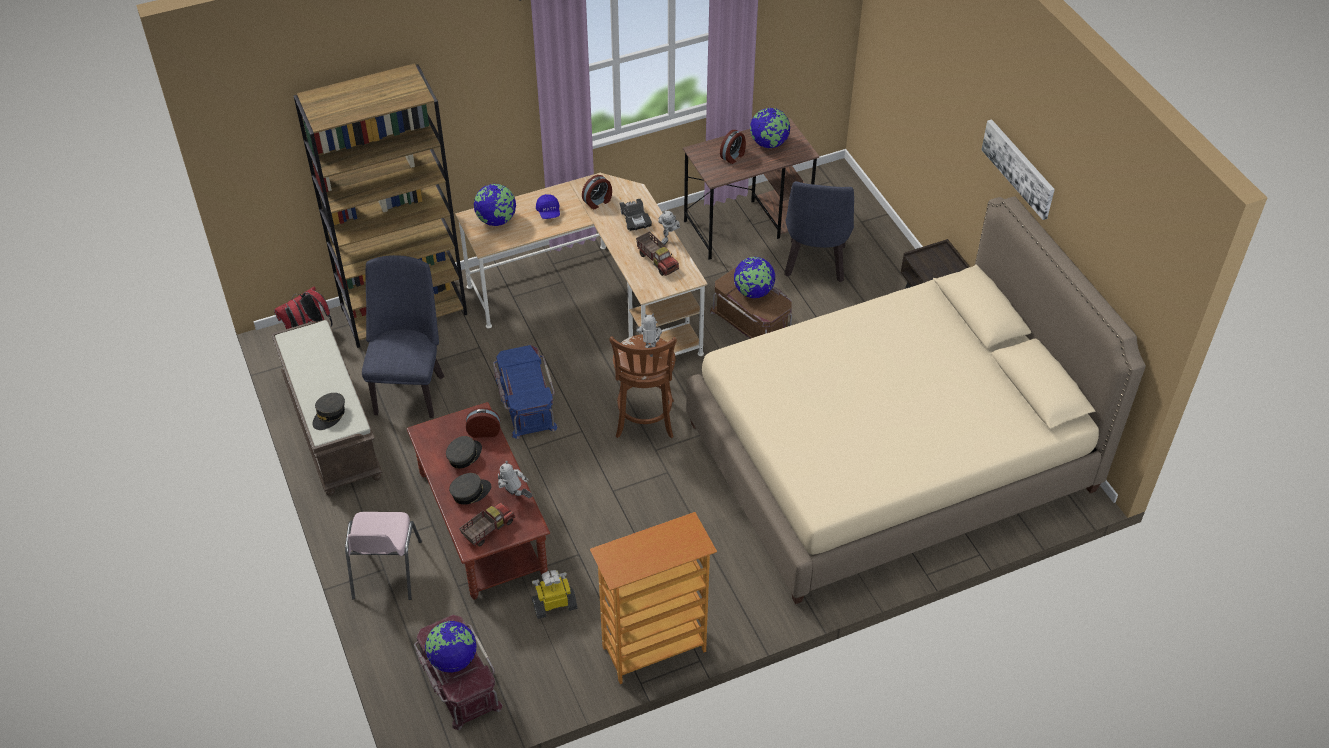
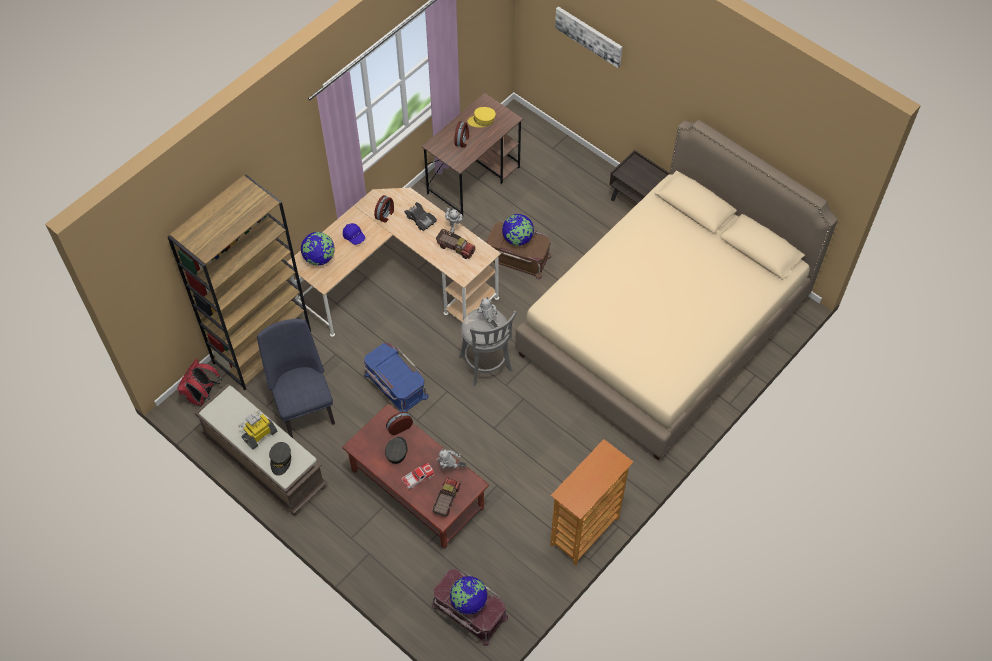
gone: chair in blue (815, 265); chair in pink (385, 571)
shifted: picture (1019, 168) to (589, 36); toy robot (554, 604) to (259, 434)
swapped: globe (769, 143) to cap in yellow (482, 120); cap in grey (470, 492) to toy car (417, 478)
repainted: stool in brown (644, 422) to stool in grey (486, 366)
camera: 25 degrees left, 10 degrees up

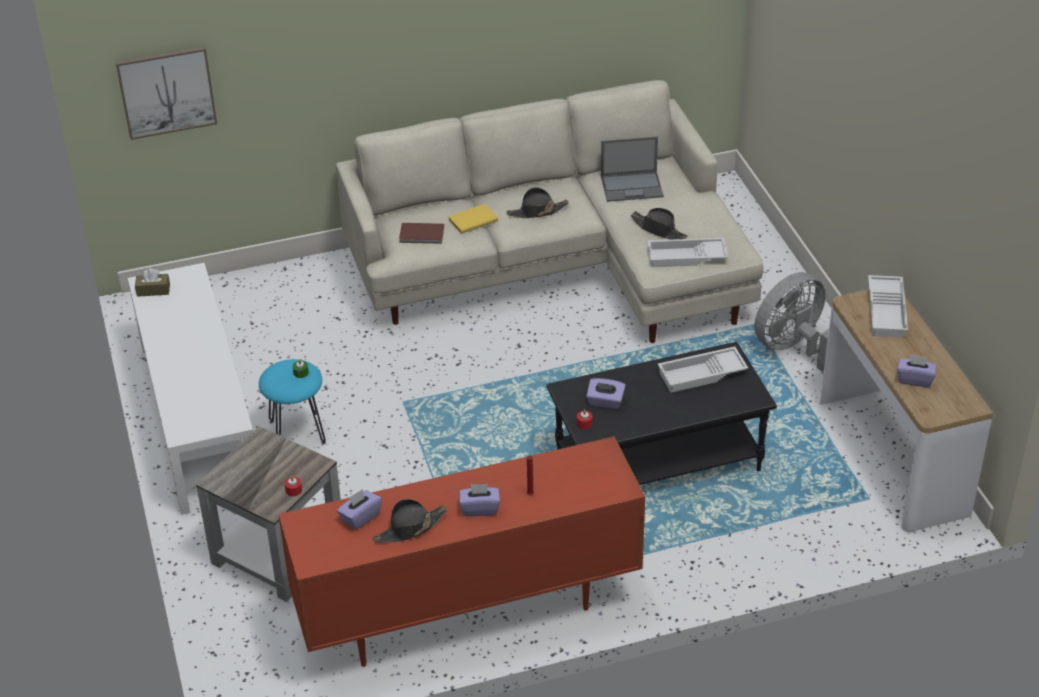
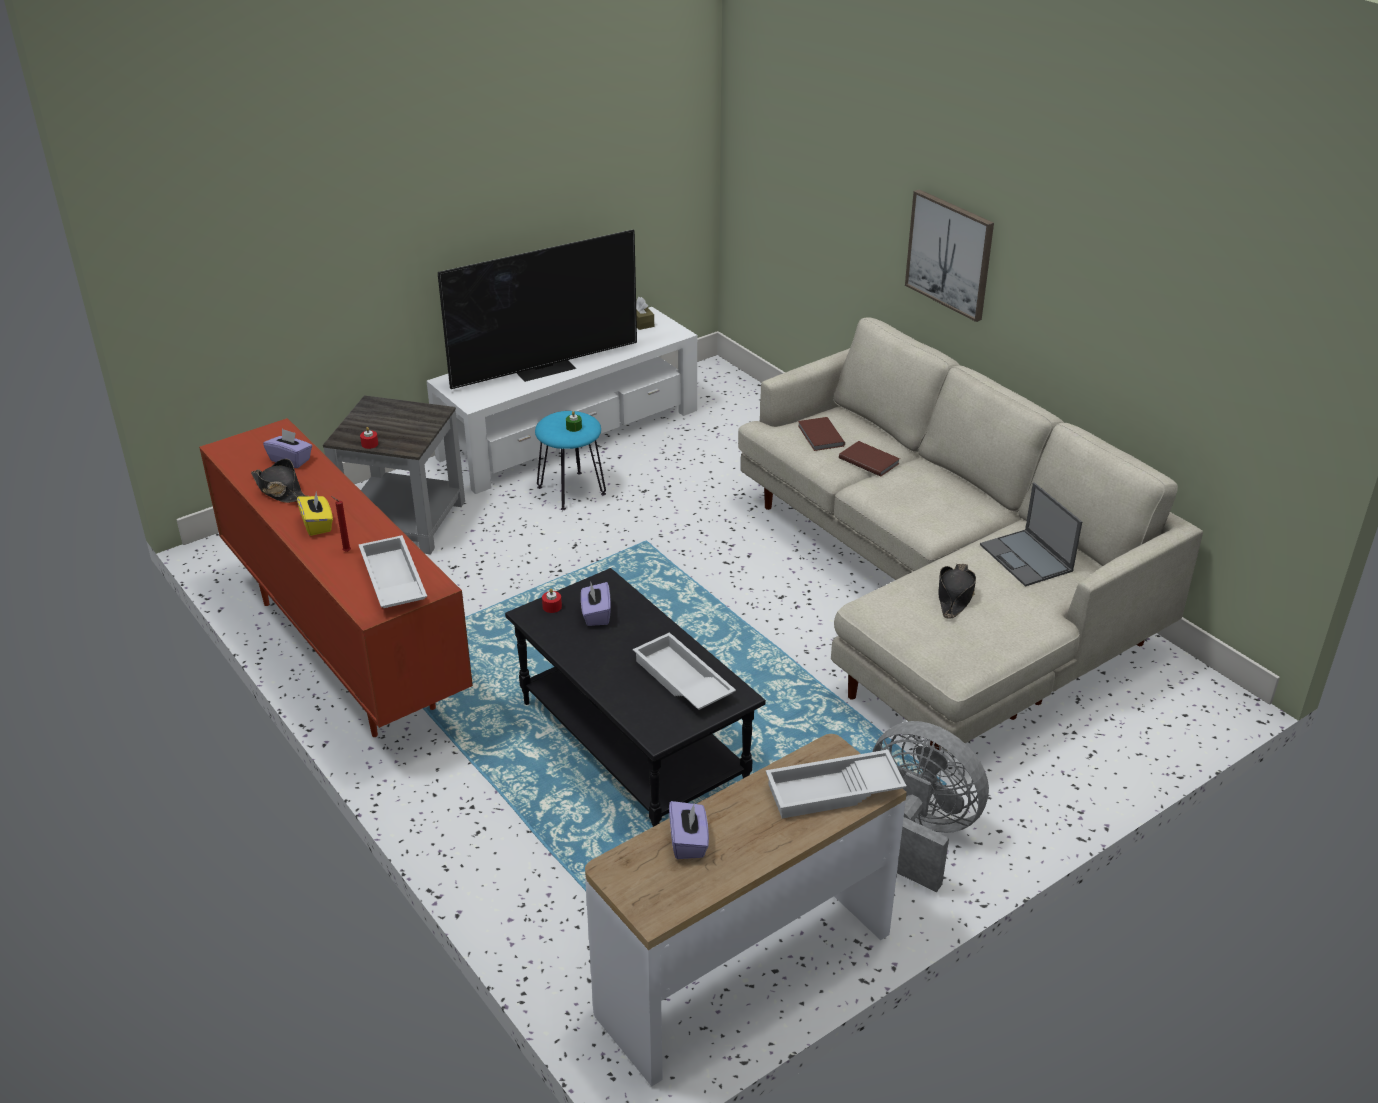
gone: hat in black (537, 211)
new: television (545, 368)
shifted: picture (166, 91) to (950, 254); tray in white (686, 257) to (391, 581)
repainted: book in yellow (472, 220) to book in brown (869, 460); tissue box in purple (480, 508) to tissue box in yellow (317, 525)
camera: 70 degrees right, 5 degrees down

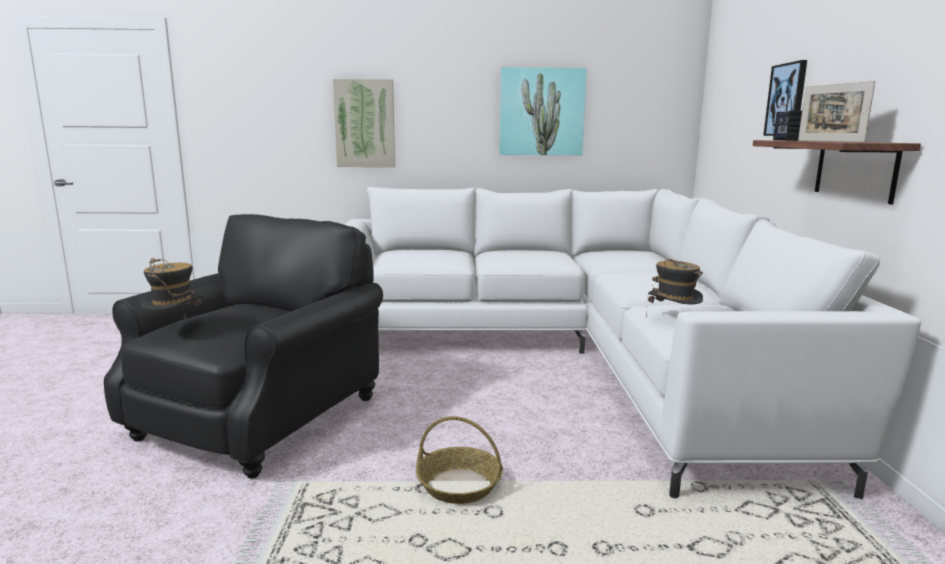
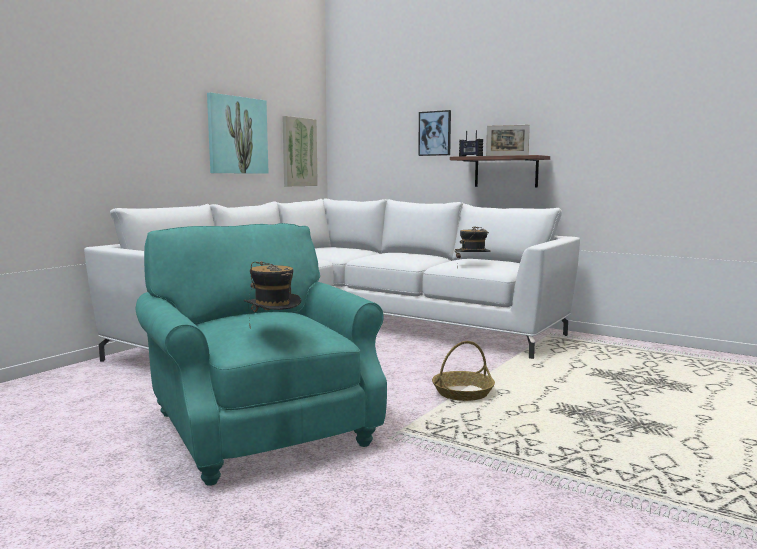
shifted: picture (365, 123) to (299, 152)
repainted: armchair in black (260, 417) to armchair in turquoise (260, 429)
camera: 55 degrees left, 5 degrees down

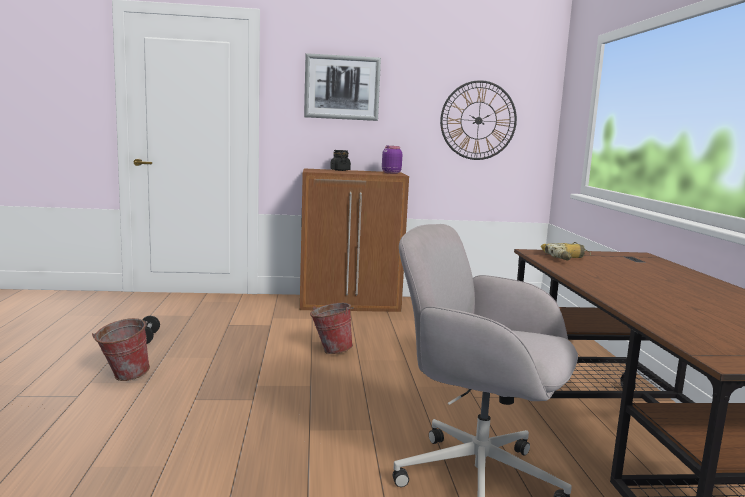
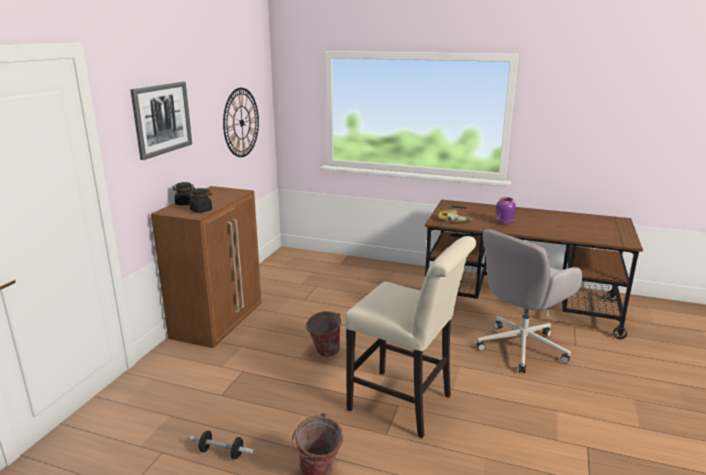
new: jar in black (201, 210); stool in beige (405, 405)
shifted: jar in purple (390, 173) to (503, 223)
camera: 65 degrees left, 10 degrees up

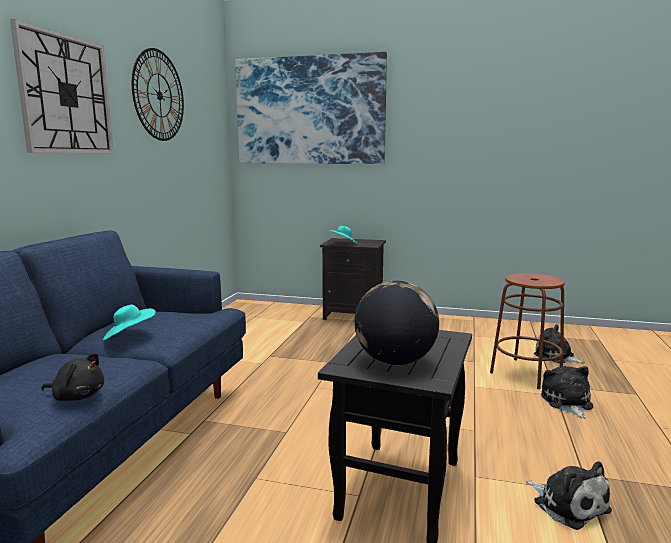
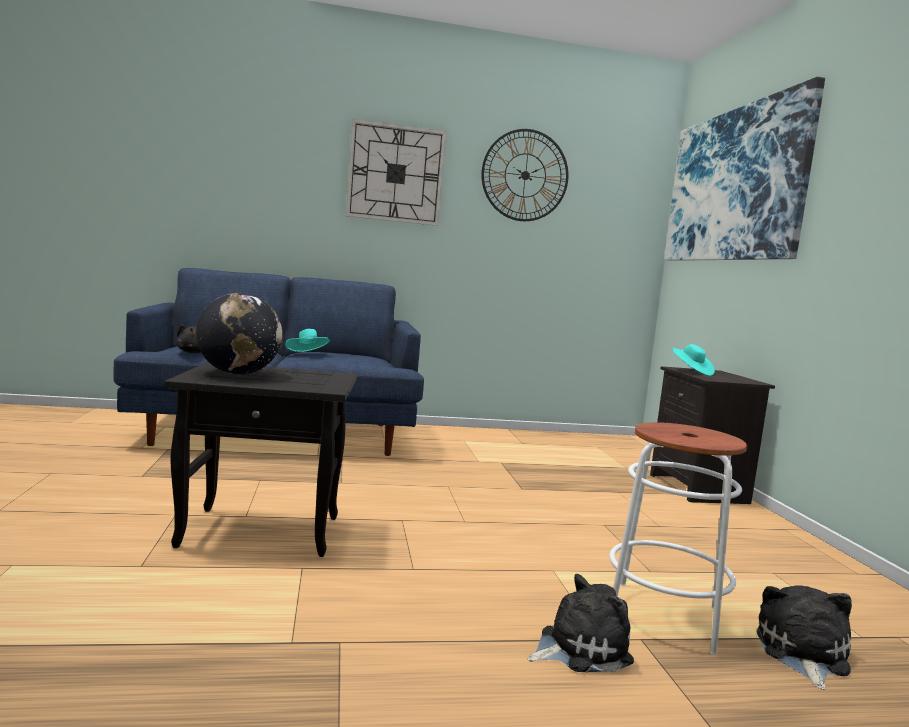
gone: plush toy (568, 504)
repainted: stool in brown (526, 373) to stool in white (664, 615)
camera: 65 degrees right, 5 degrees down

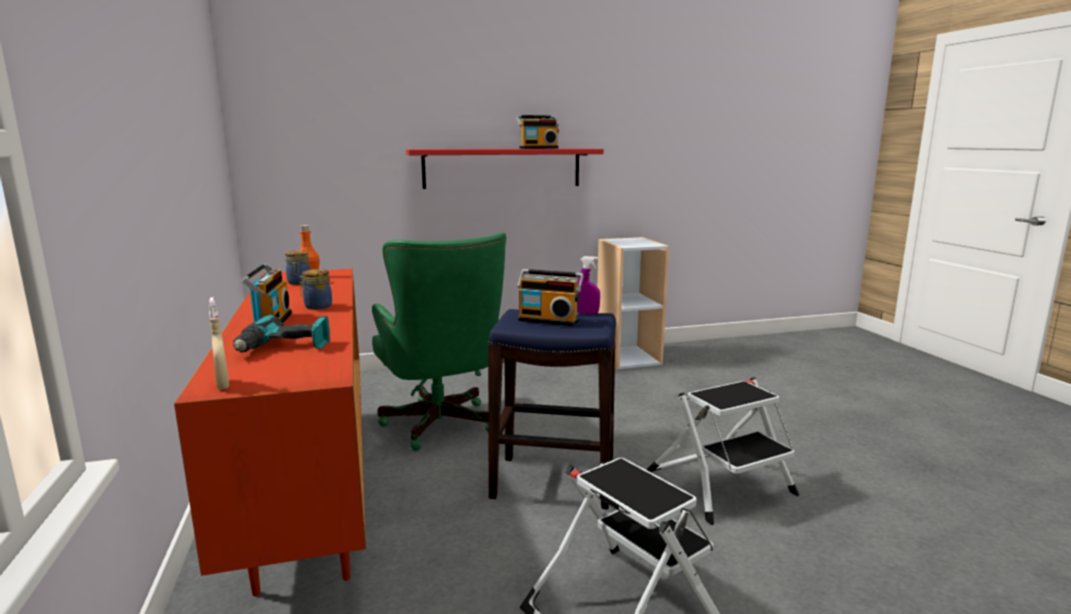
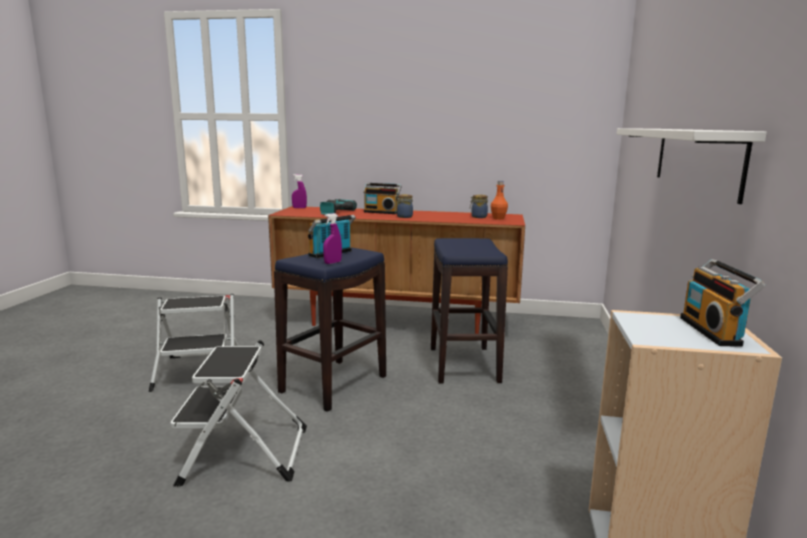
shifted: radio (538, 148) to (713, 331)
swapped: office chair in green (442, 426) to stool (463, 365)
repainted: shelf in red (502, 168) to shelf in white (695, 159); spray bottle in beige (223, 385) to spray bottle in purple (299, 208)
camera: 115 degrees right, 0 degrees up

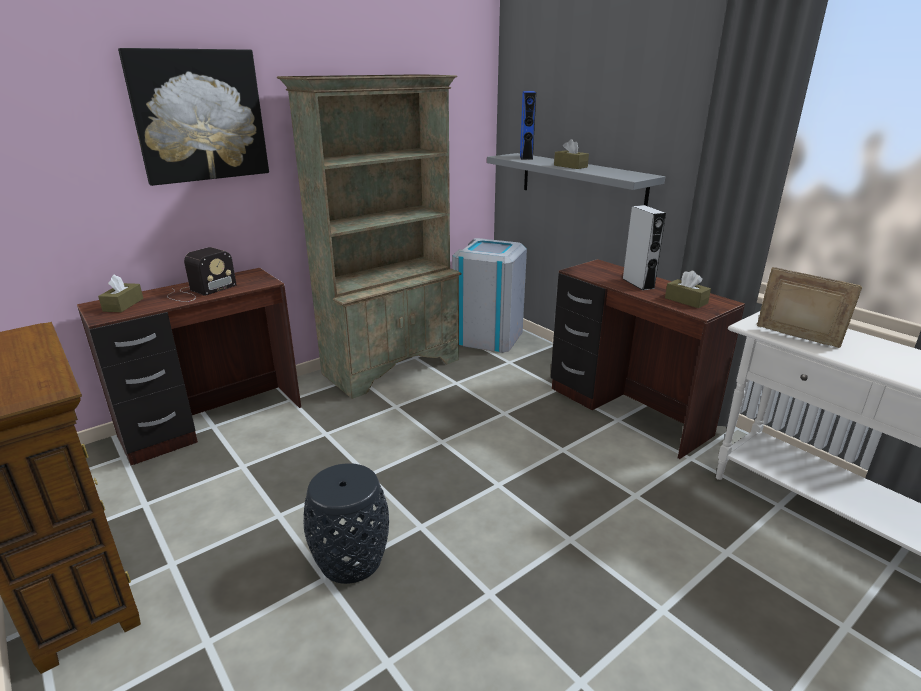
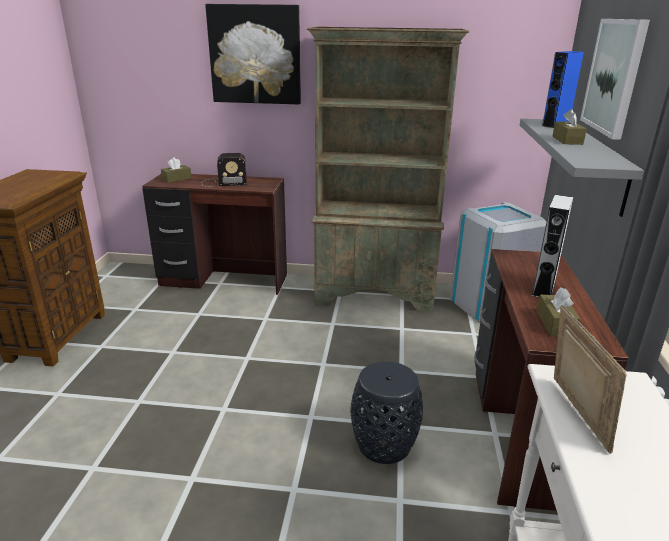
new: picture (614, 76)
shifted: stool in black (351, 560) to (384, 444)
camera: 45 degrees right, 0 degrees up

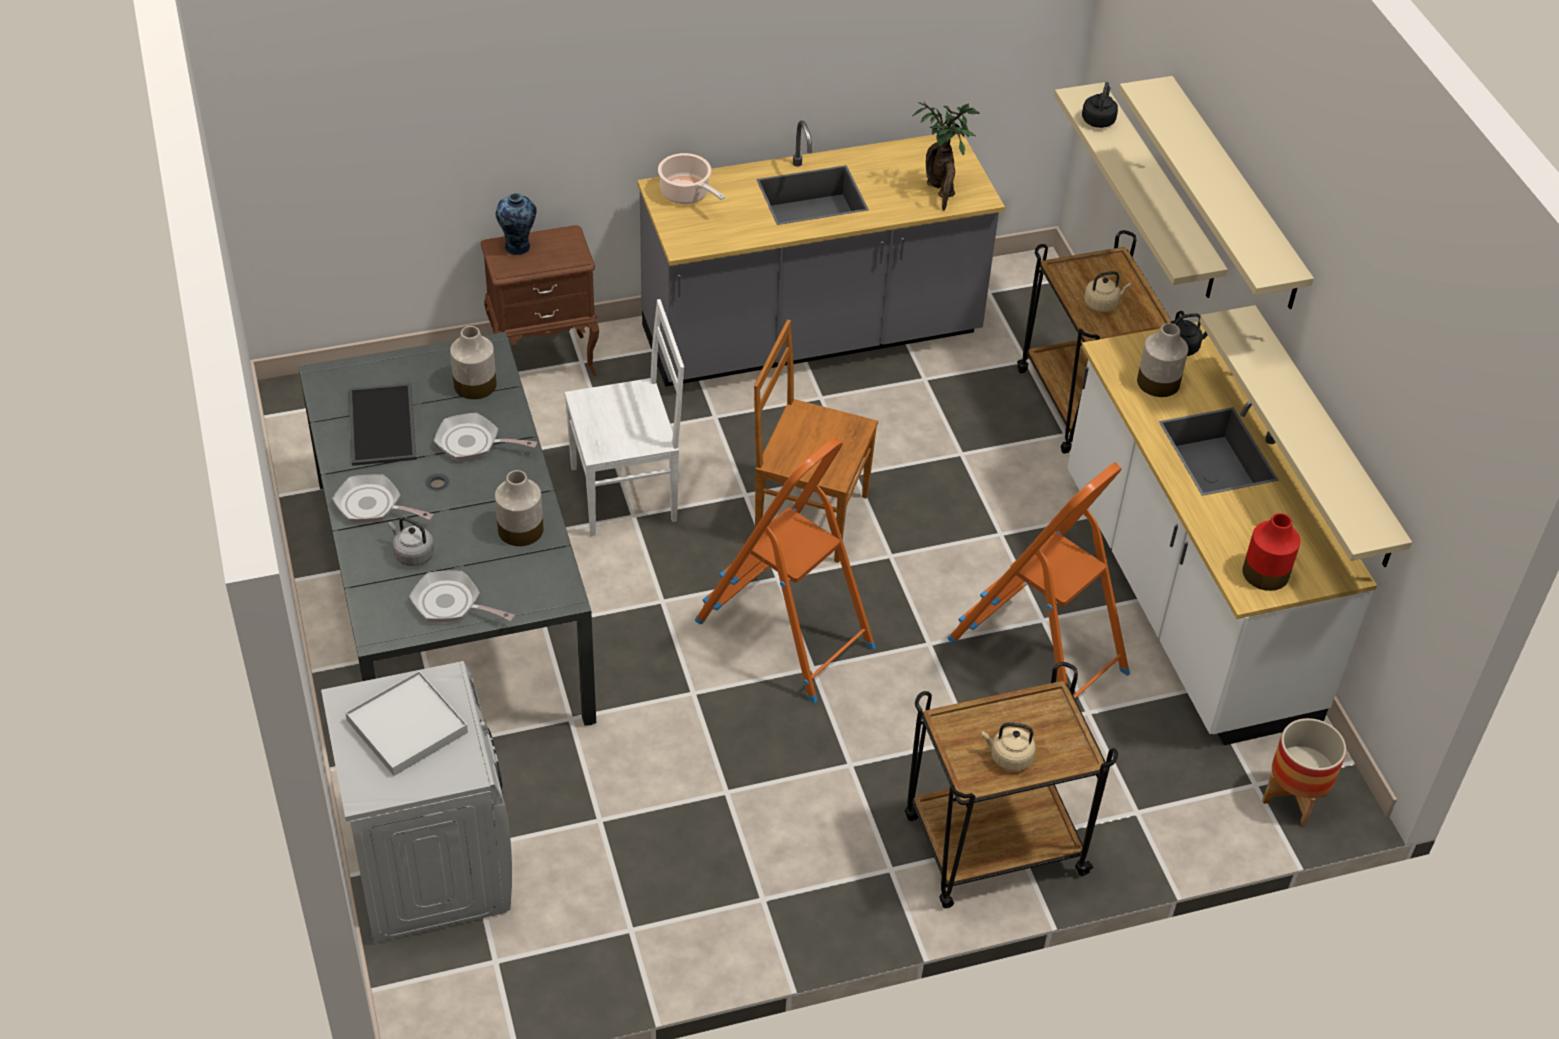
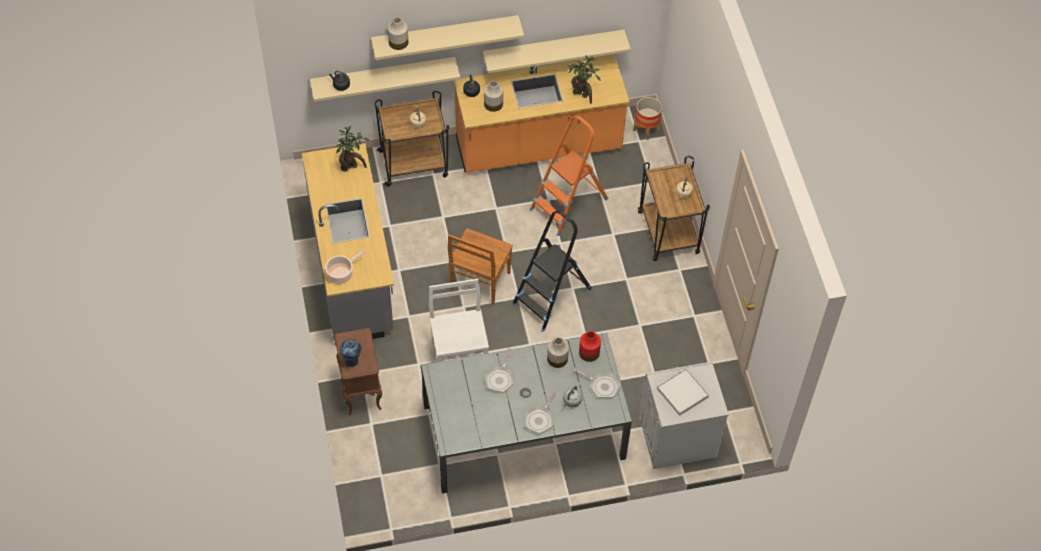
gone: tray (384, 425)
new: potted plant (582, 95)
shifted: vase in beige (475, 384) to (398, 42); vase in red (1266, 573) to (589, 352)
repainted: counter in white (1184, 598) to counter in orange (538, 146); step ladder in orange (783, 632) to step ladder in black (551, 297)
rotated: frying pan (451, 604) = (602, 385) 90 degrees counterclockwise
camera: 85 degrees left, 10 degrees up

